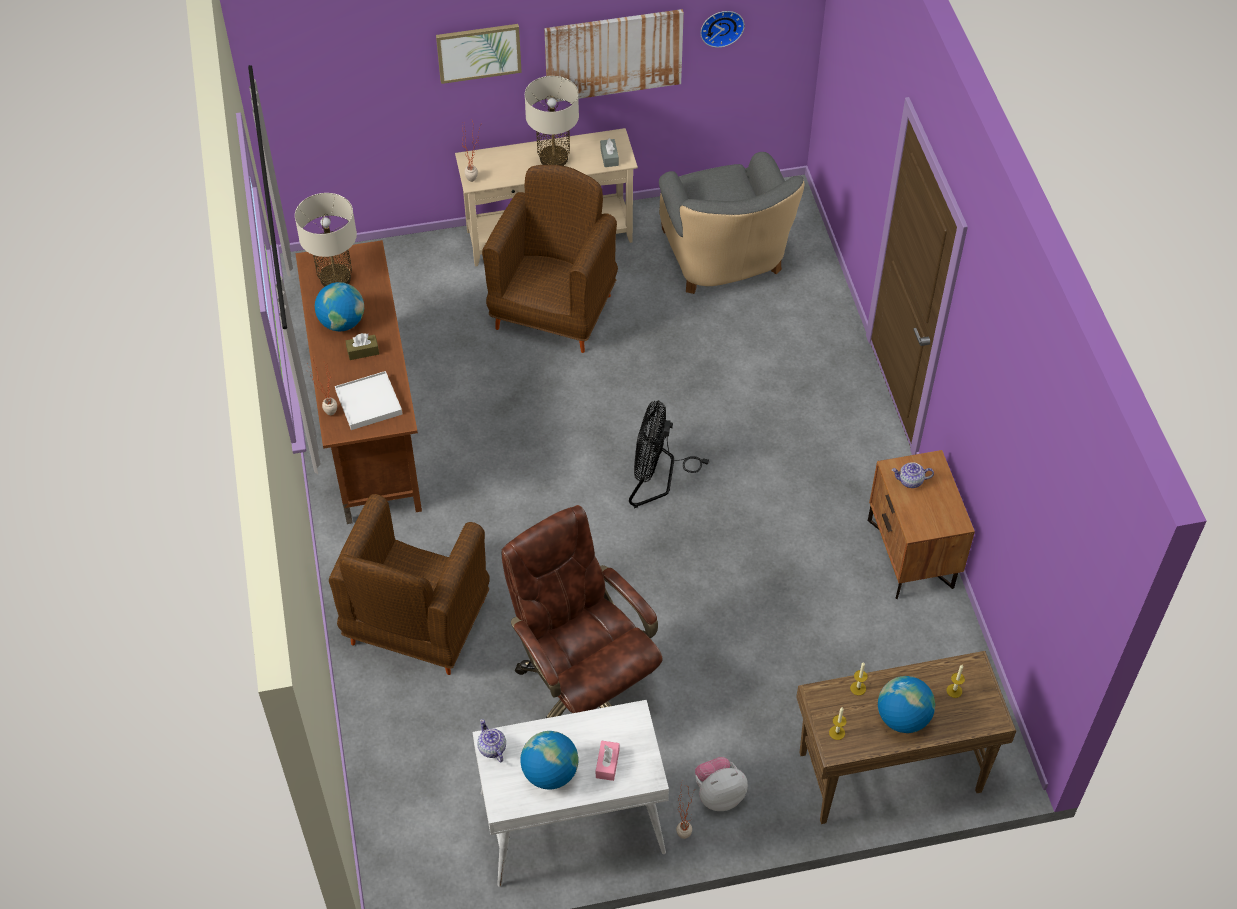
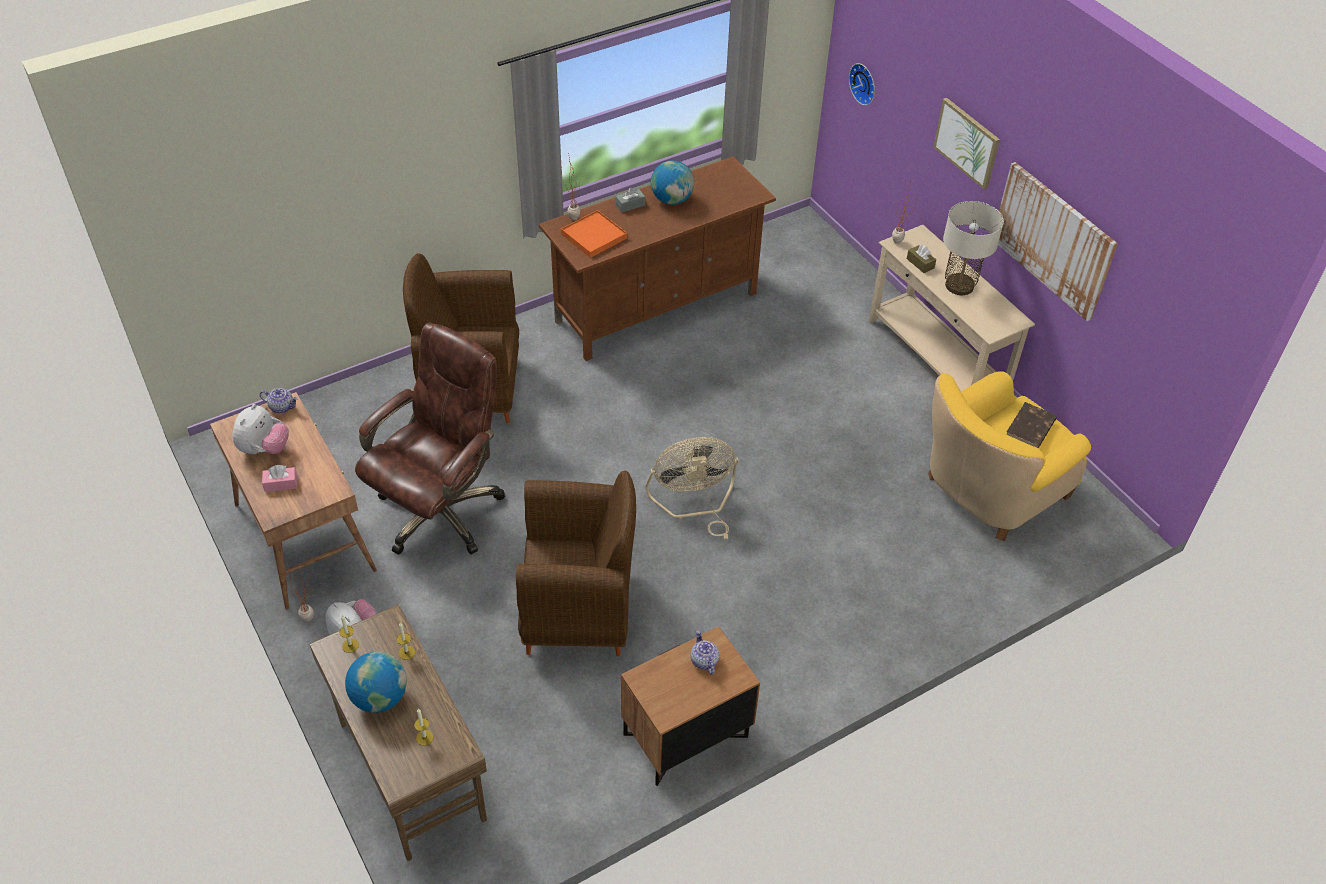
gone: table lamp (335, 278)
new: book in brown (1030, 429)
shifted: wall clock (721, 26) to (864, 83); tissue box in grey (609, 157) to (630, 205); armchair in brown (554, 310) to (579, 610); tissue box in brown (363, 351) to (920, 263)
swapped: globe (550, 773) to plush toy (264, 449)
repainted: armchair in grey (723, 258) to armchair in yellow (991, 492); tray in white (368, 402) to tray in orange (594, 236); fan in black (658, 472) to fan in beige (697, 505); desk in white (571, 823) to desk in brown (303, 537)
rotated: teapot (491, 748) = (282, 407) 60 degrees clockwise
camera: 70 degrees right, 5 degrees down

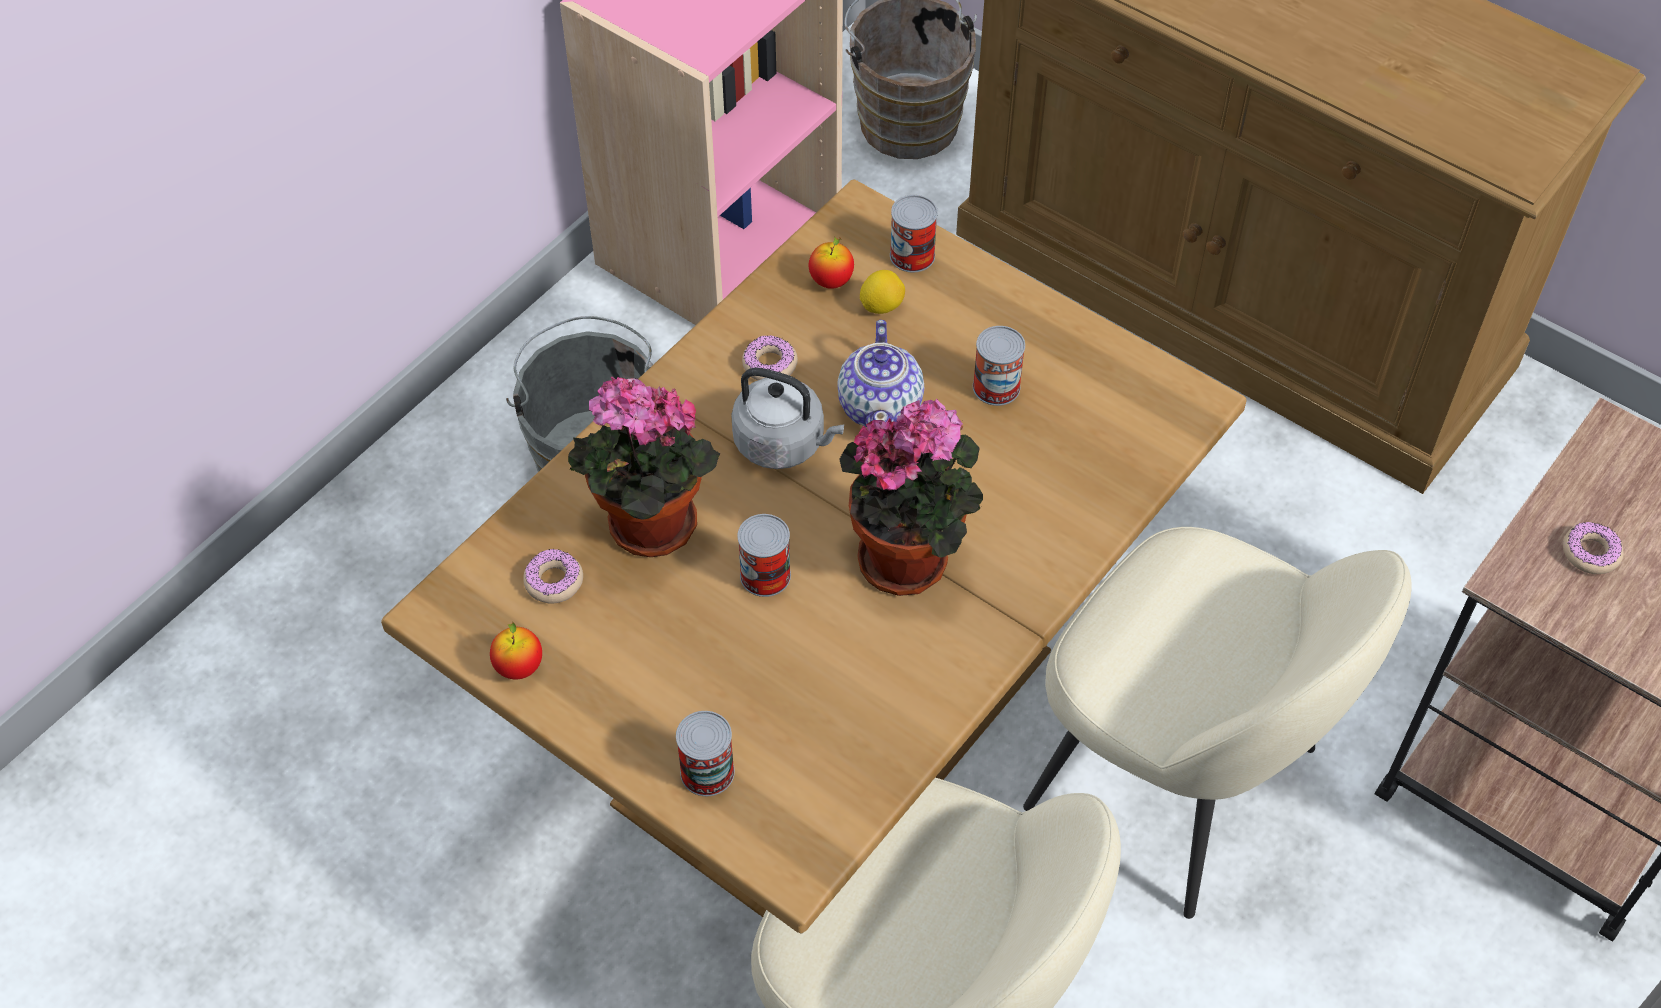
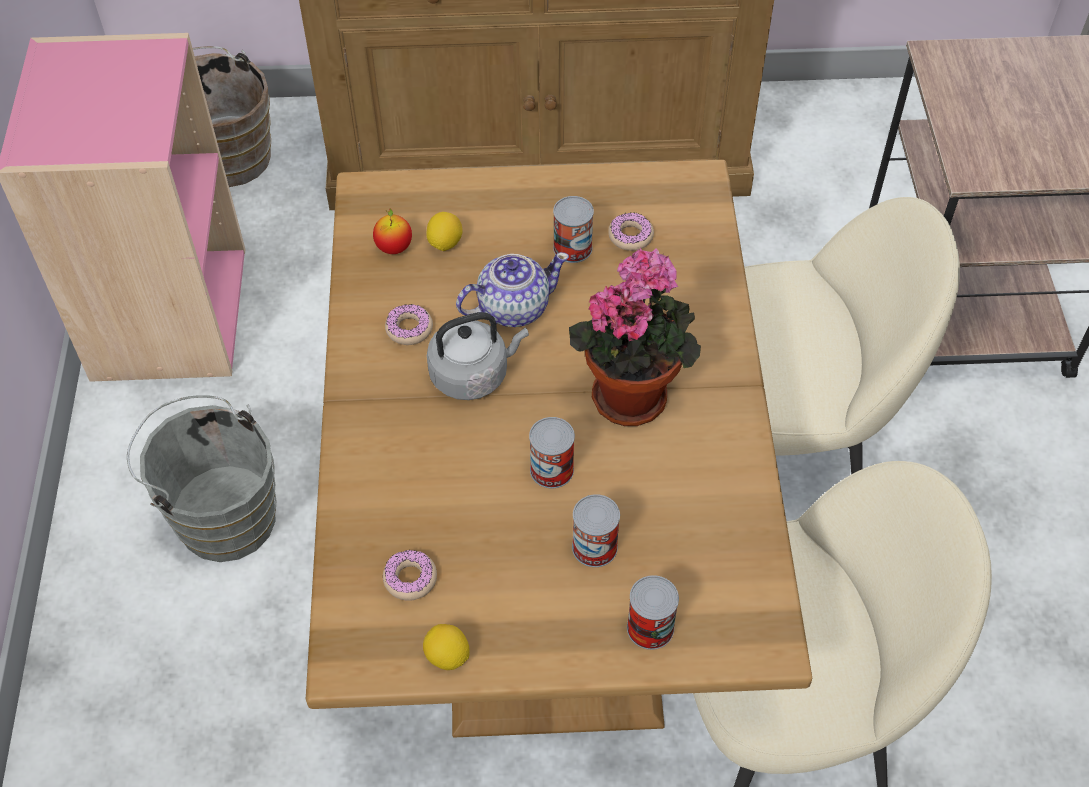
gone: potted plant (646, 529)
shifted: can (912, 255) to (594, 547); donut (1590, 553) to (630, 236)
swapped: apple (519, 667) to lemon (447, 656)
rotated: teapot (881, 406) = (512, 308) 75 degrees counterclockwise
camera: 40 degrees left, 0 degrees up

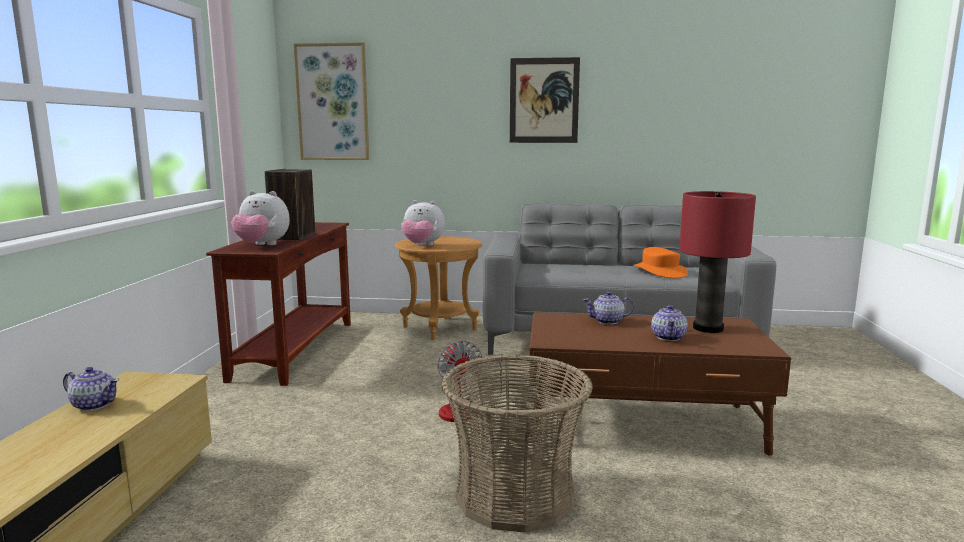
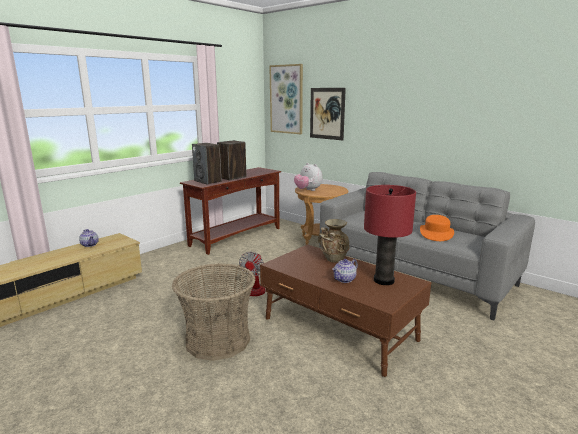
shifted: picture (544, 100) to (327, 113)
swapped: plush toy (262, 245) to speaker (208, 181); teapot (608, 321) to vase in beige (333, 260)
camera: 35 degrees right, 5 degrees up

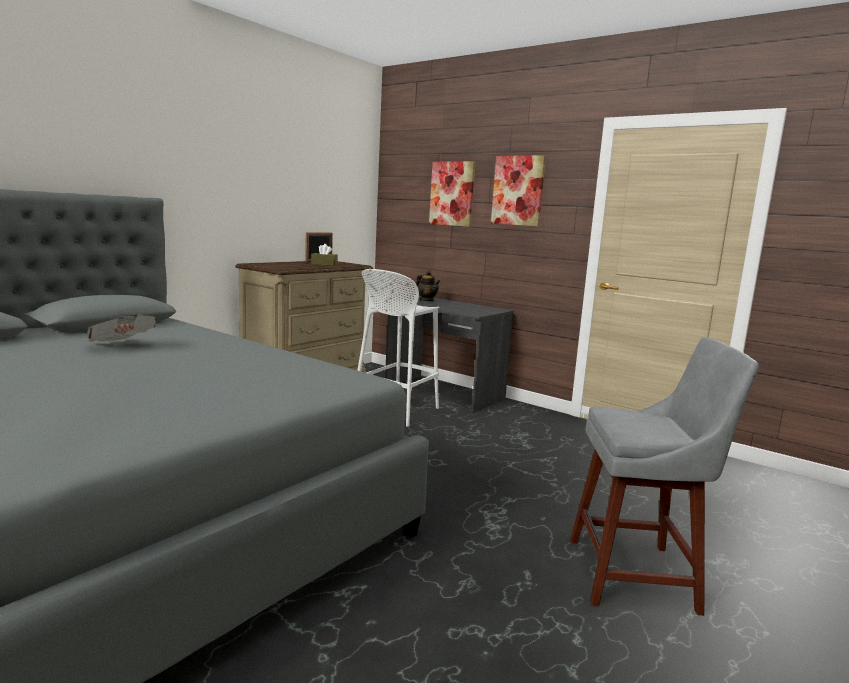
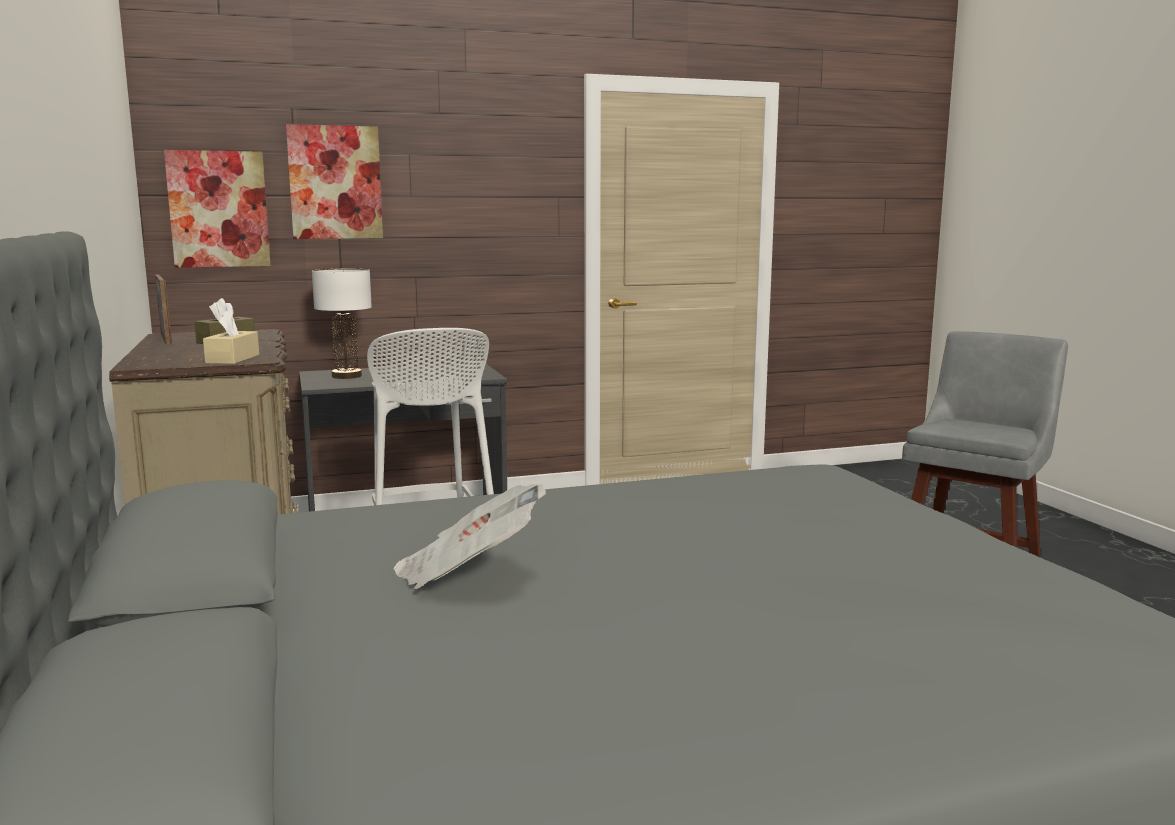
new: tissue box in beige (232, 359)
shifted: picture (518, 190) to (219, 209)
swapped: teapot (427, 300) to table lamp (346, 376)
camera: 55 degrees left, 0 degrees up

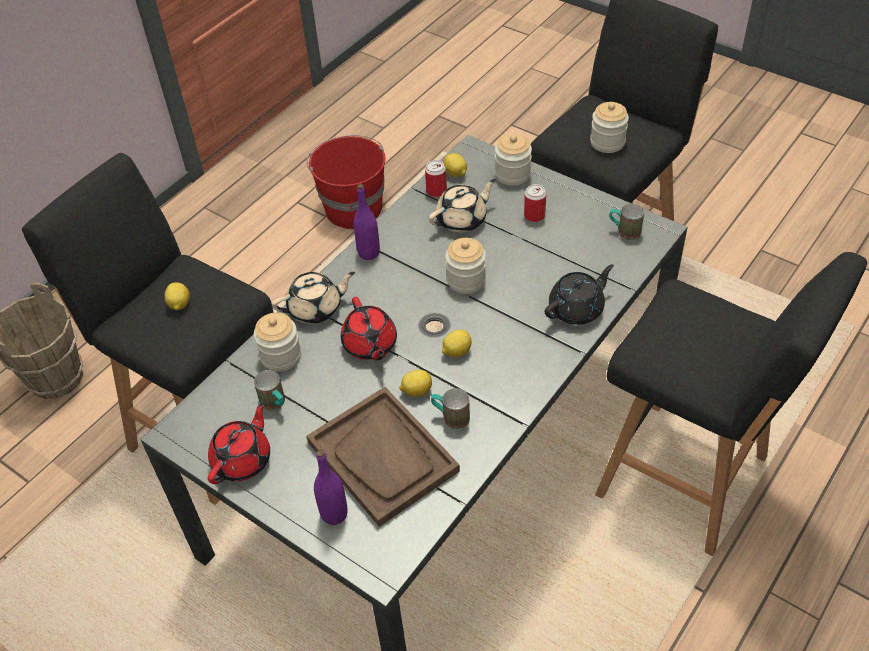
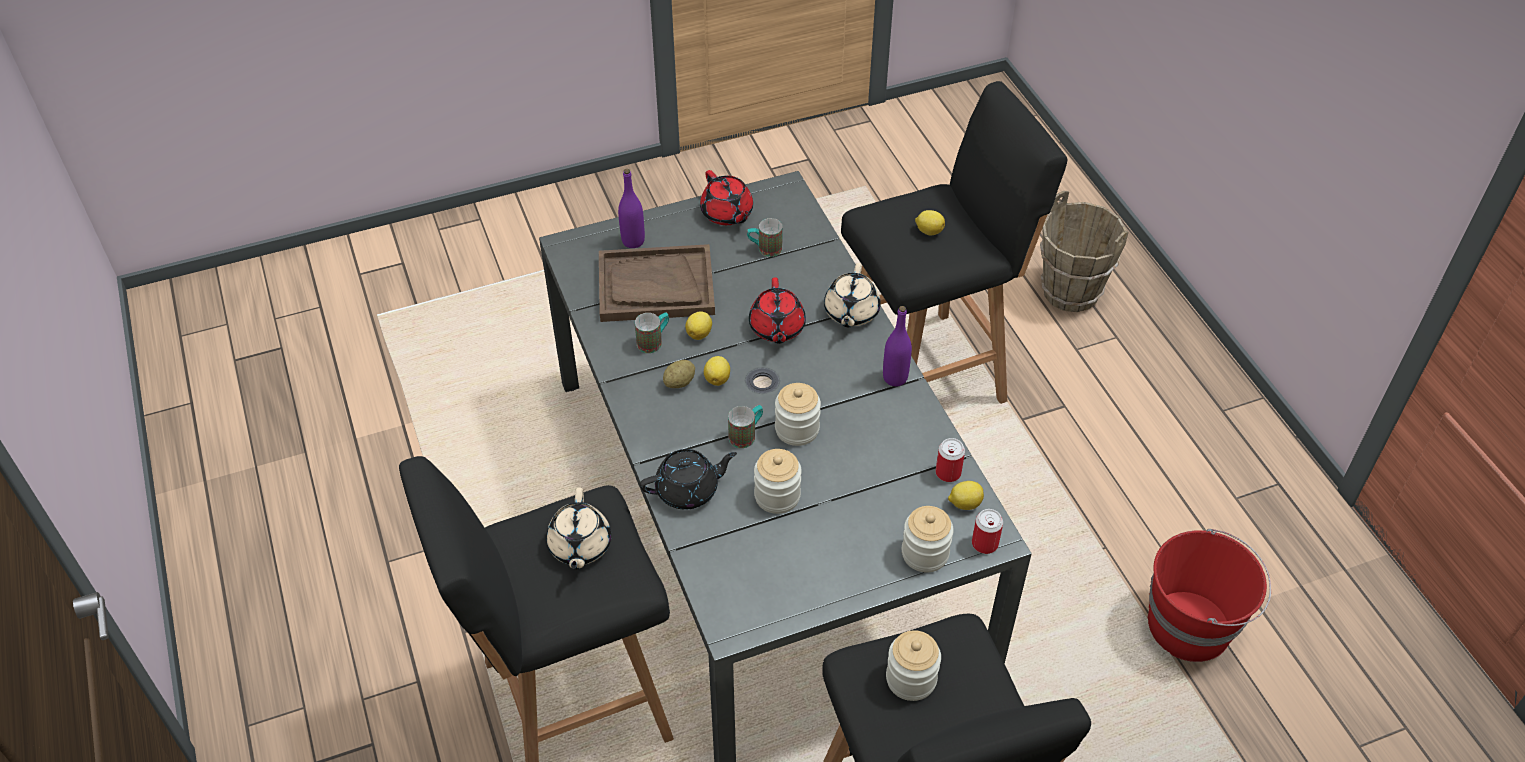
new: potato (679, 382)
shifted: teapot in beige (462, 219) to (579, 546); can (534, 216) to (984, 543); mug (624, 232) to (746, 434); jar (281, 356) to (777, 496)
rotated: teapot in black (577, 309) = (688, 490) 105 degrees counterclockwise; teapot in red (370, 345) = (776, 328) 105 degrees counterclockwise
camera: 120 degrees right, 0 degrees up

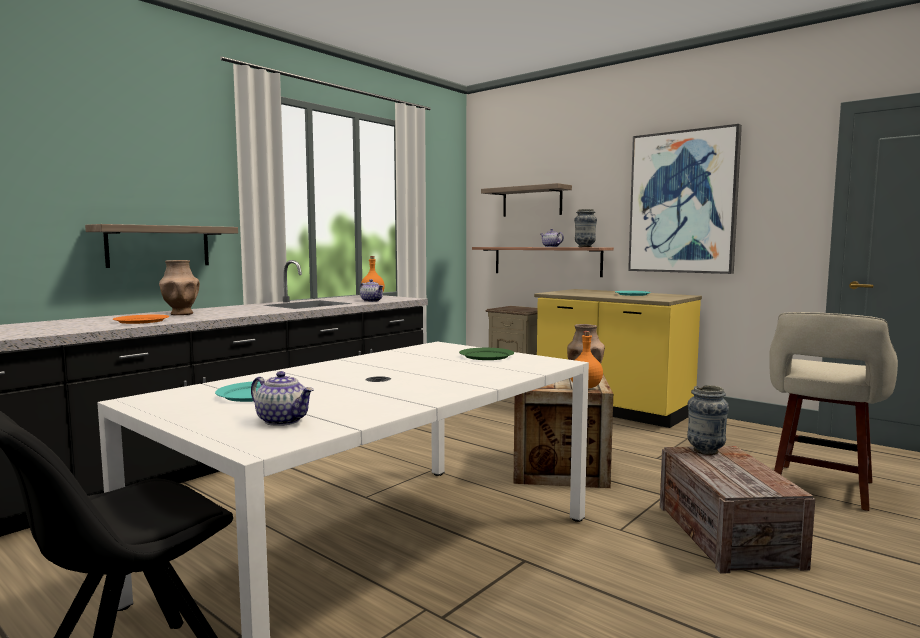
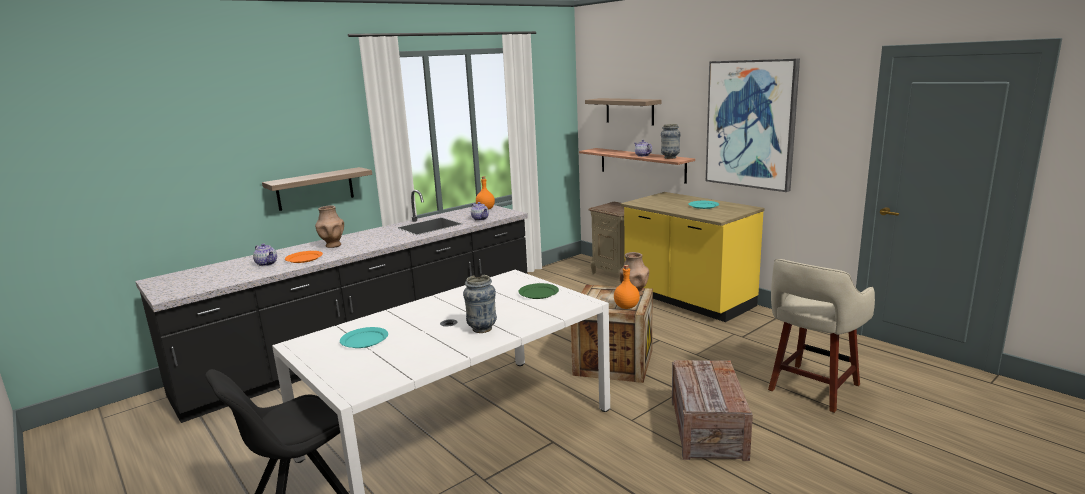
shifted: teapot (283, 420) to (267, 263); vase (705, 451) to (482, 329)
camera: 10 degrees right, 10 degrees up

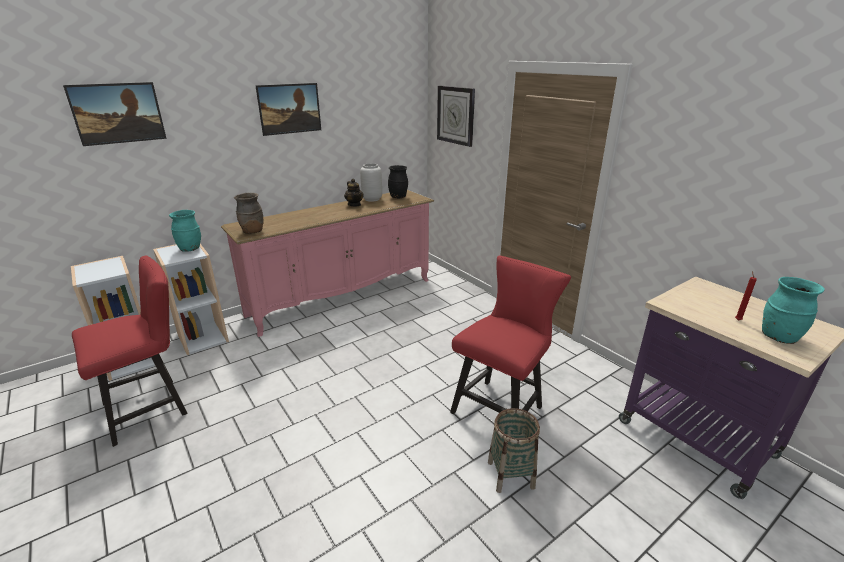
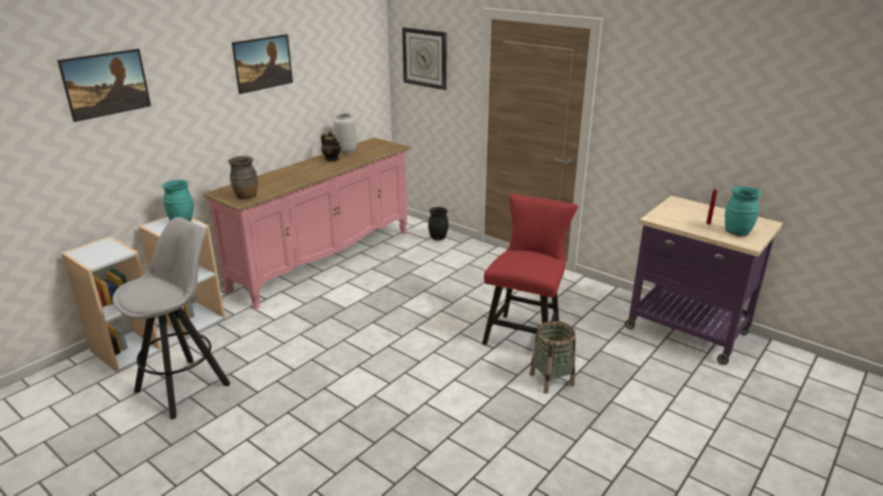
shifted: vase in black (398, 197) to (438, 238)
swapped: chair in red (152, 407) to stool in grey (185, 386)
camera: 15 degrees left, 0 degrees up

